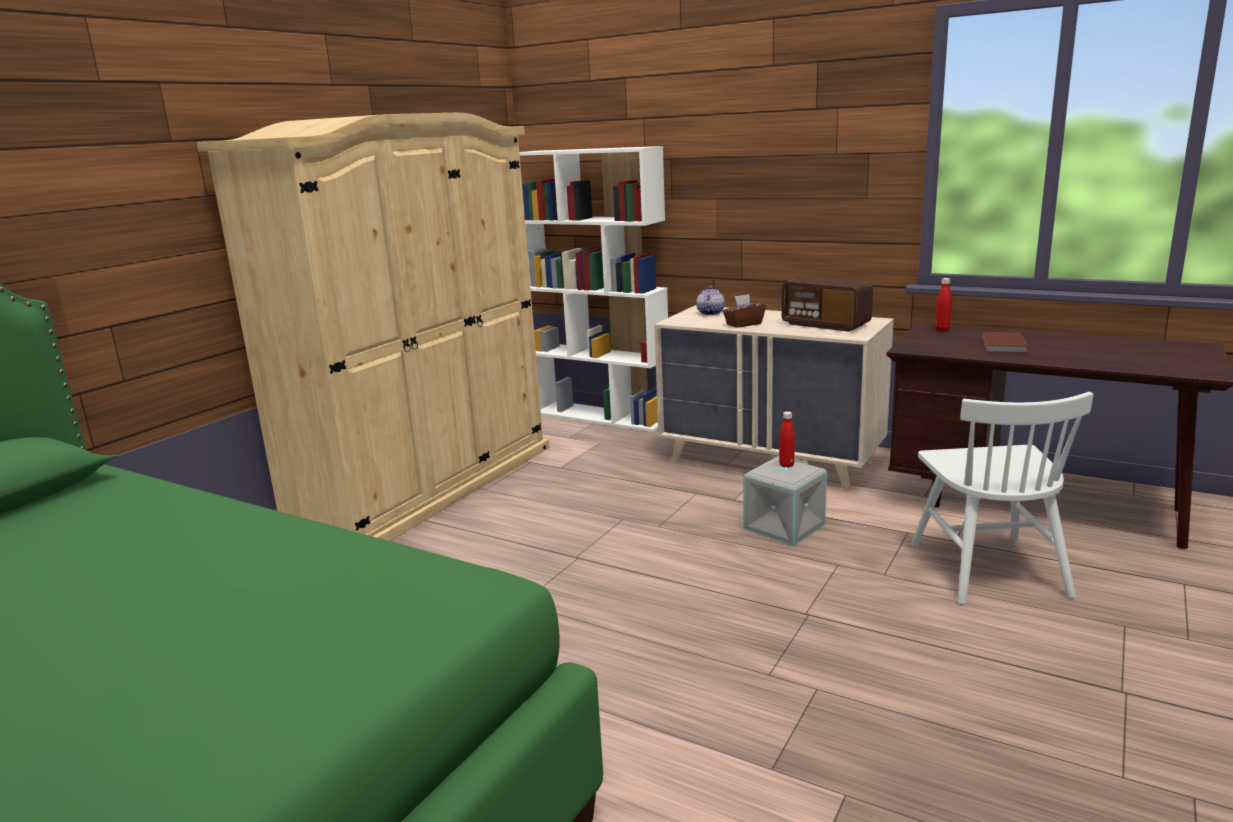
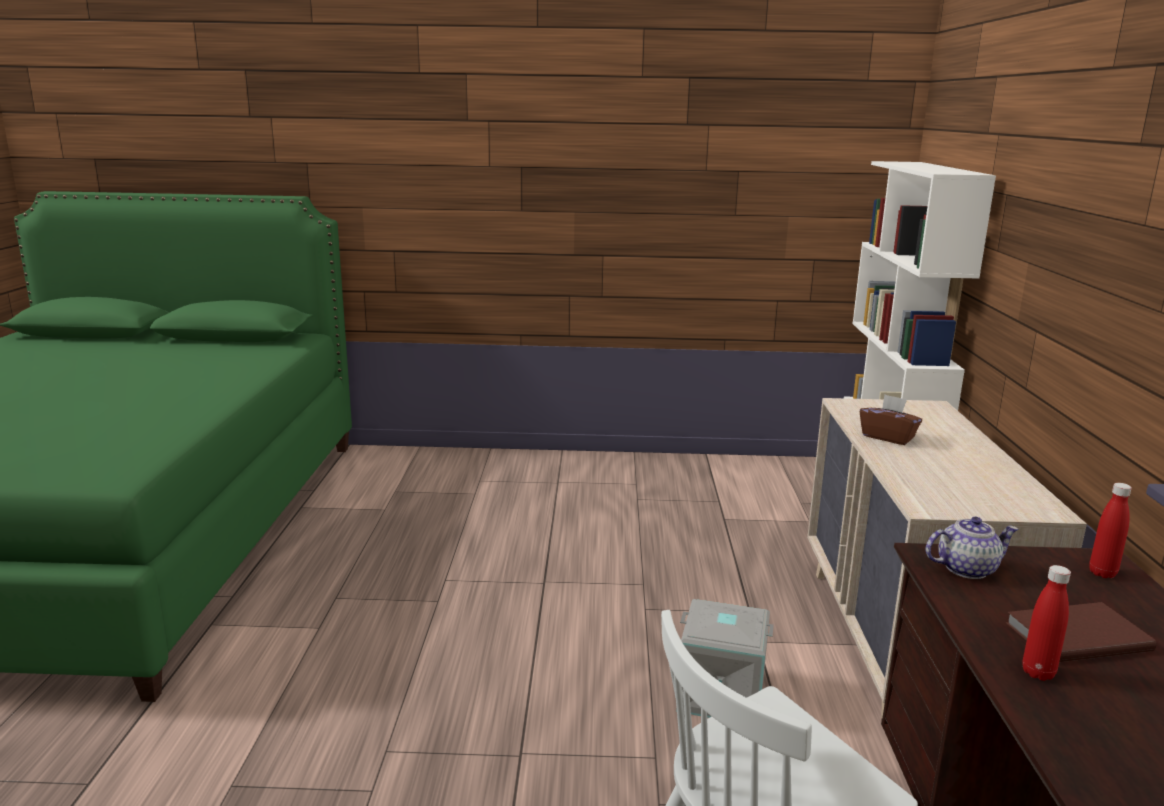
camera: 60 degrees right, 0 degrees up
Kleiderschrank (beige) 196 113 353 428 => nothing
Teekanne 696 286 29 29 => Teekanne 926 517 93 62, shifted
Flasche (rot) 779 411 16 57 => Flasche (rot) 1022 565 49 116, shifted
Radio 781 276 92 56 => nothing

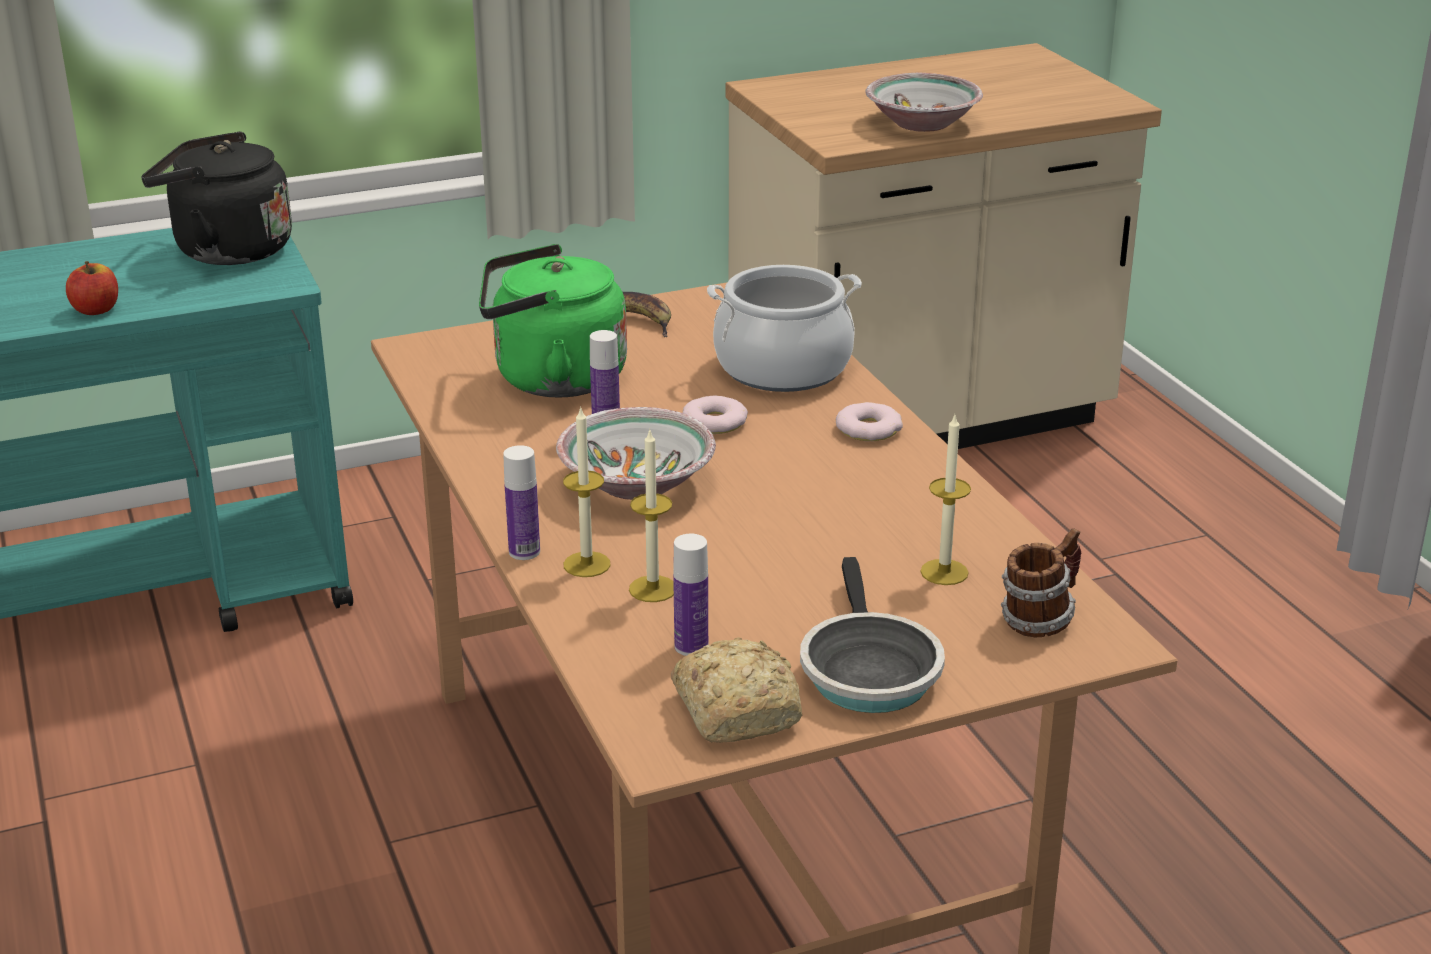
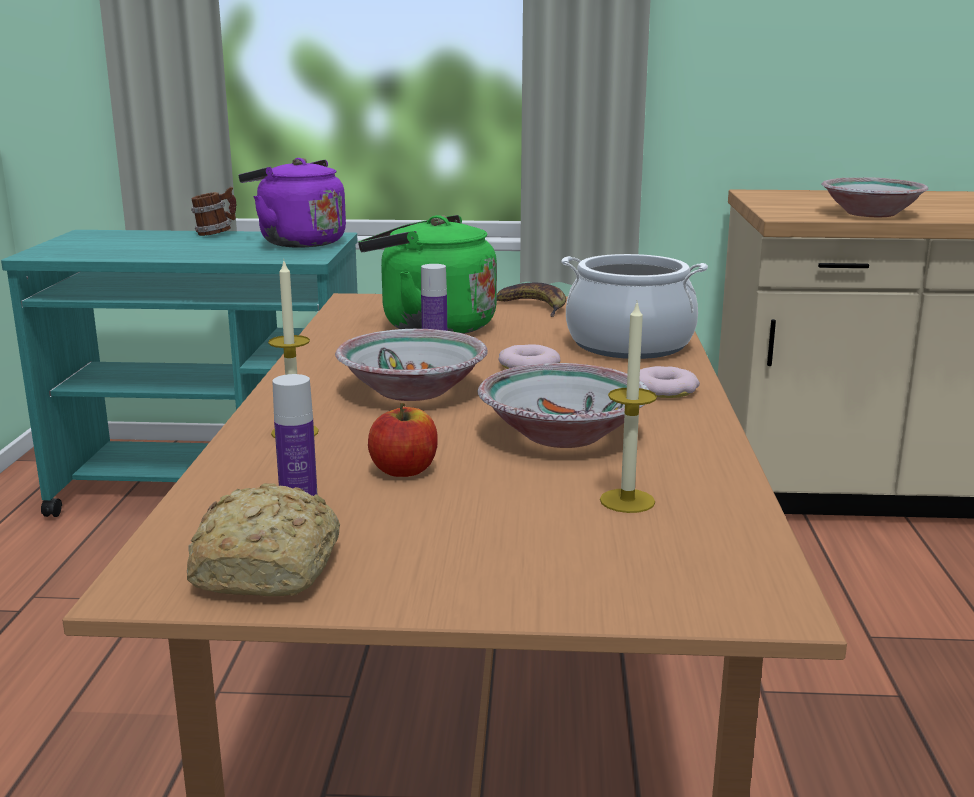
camera: 25 degrees right, 10 degrees down
Apfel 66 261 52 54 => Apfel 368 403 70 74, shifted
Wasserkessel (schwarz) 141 132 151 133 => Wasserkessel (lila) 239 158 107 89
Flasche 503 445 37 115 => nothing
Kerze 629 428 45 174 => nothing
Pfanne 800 557 145 156 => nothing
Henkelbecher 1001 528 80 110 => Henkelbecher 191 187 45 49, shifted
nothing => Schüssel 477 363 172 85

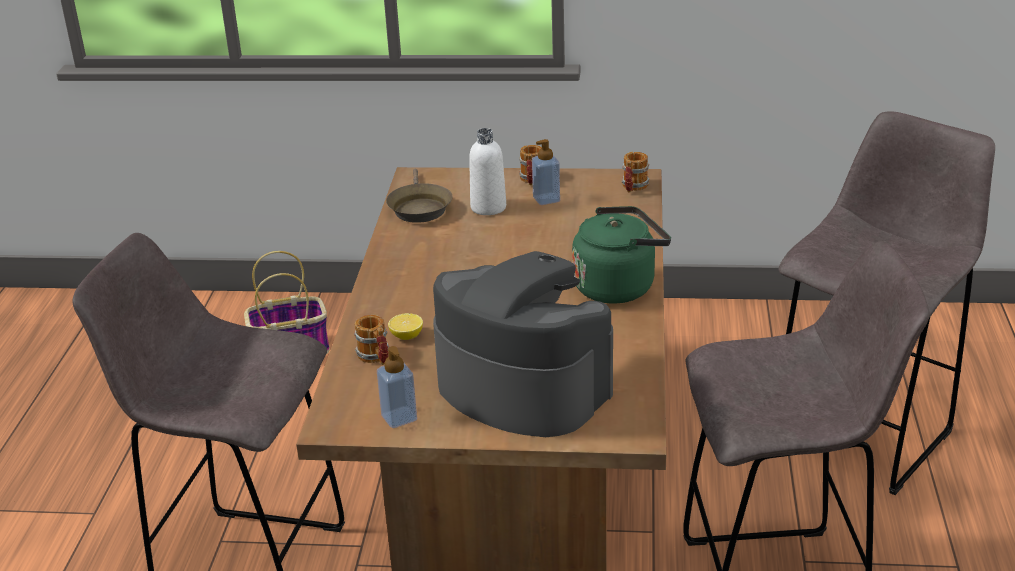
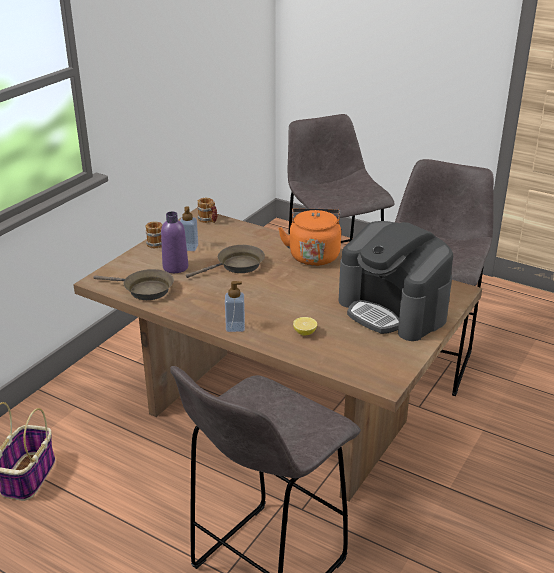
camera: 65 degrees left, 0 degrees up
Henkelbecher 354 315 35 50 => nothing
Seifenspender 377 346 40 82 => Seifenspender 225 281 20 51, shifted
Kaffeemaschine 433 251 180 186 => Kaffeemaschine 339 221 114 120, 105 degrees counterclockwise
Flasche (weiß) 469 128 37 87 => Flasche (lila) 161 211 27 62
Wasserkessel (grün) 572 206 99 98 => Wasserkessel (orange) 278 208 63 58
nothing => Pfanne (braun) 186 245 79 33

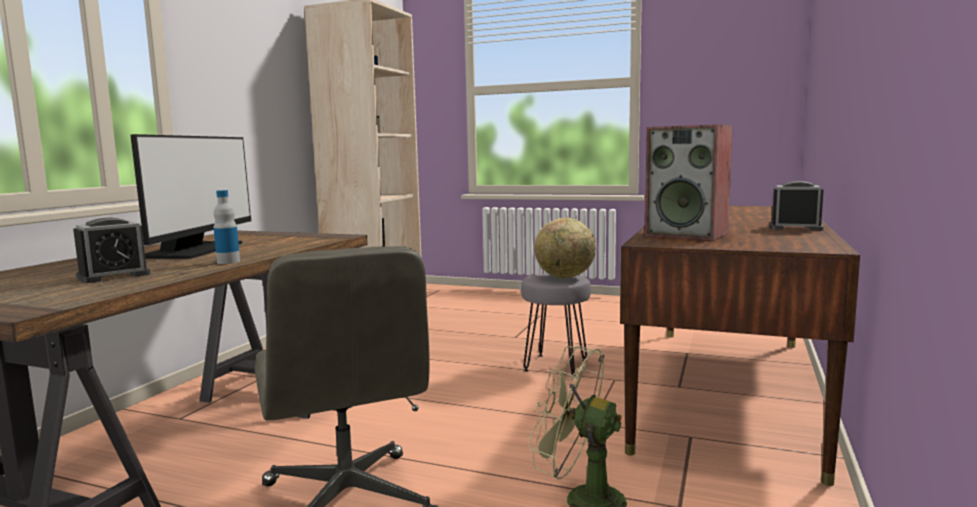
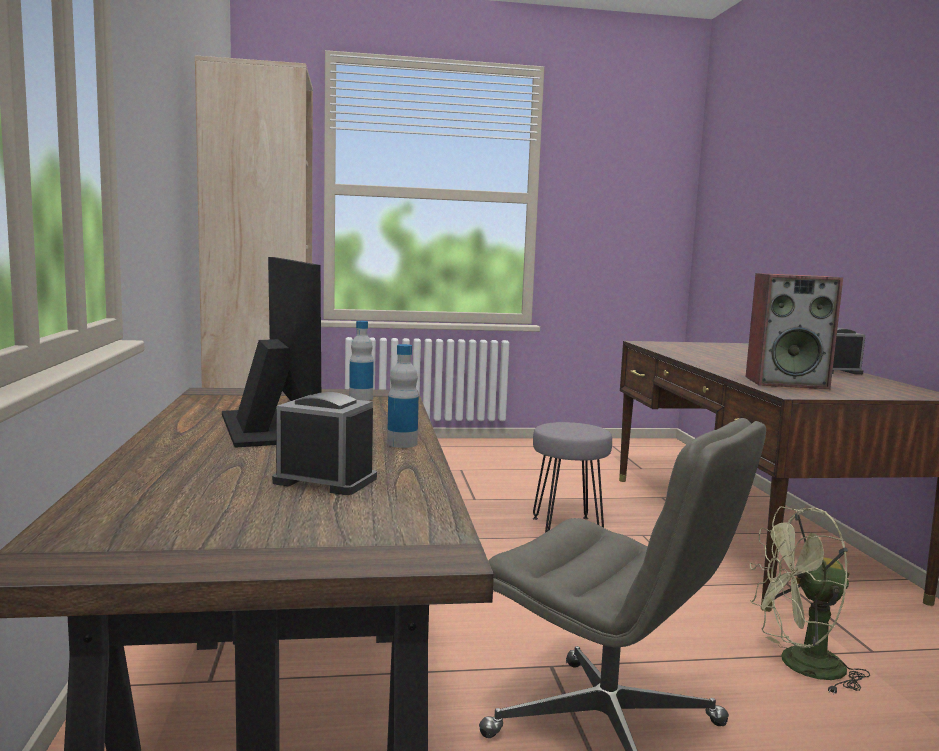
camera: 30 degrees left, 0 degrees up
Wecker 73 218 77 65 => Wecker 272 392 105 103, 90 degrees counterclockwise
Globus 534 218 62 61 => nothing
nothing => Flasche 349 321 25 80

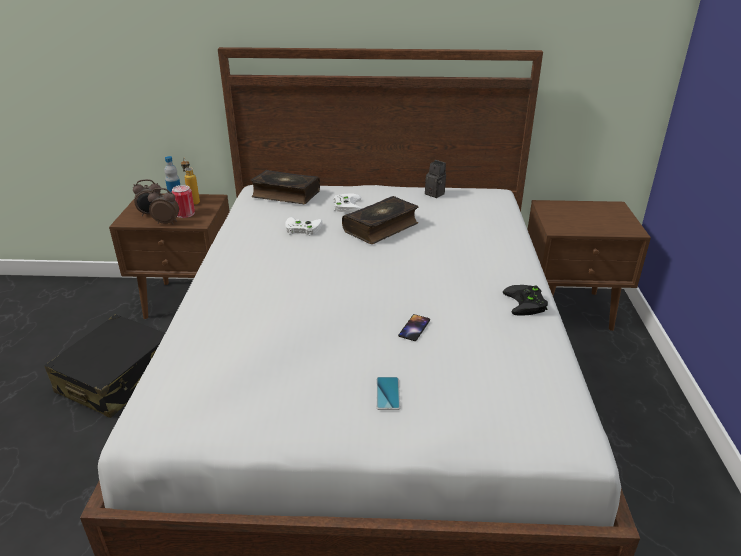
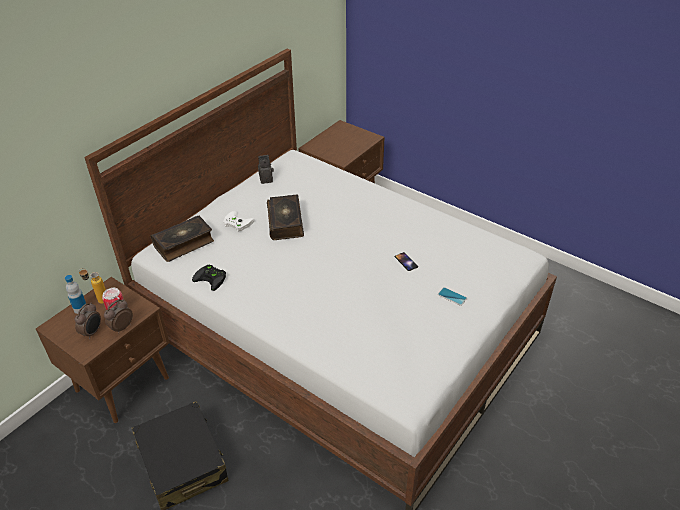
camera: 55 degrees left, 10 degrees up
Gamepad (weiß) 285 217 38 19 => nothing
Gamepad (schwarz) 503 285 45 31 => Gamepad (schwarz) 192 265 34 26, shifted

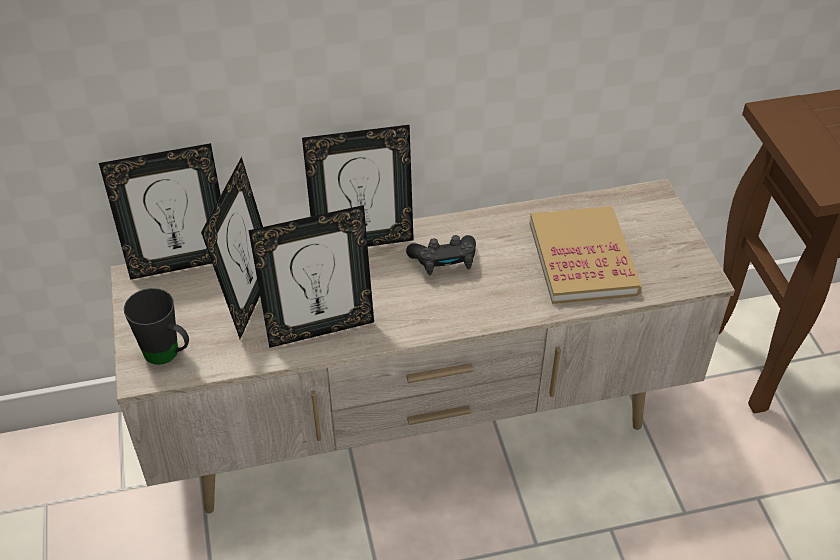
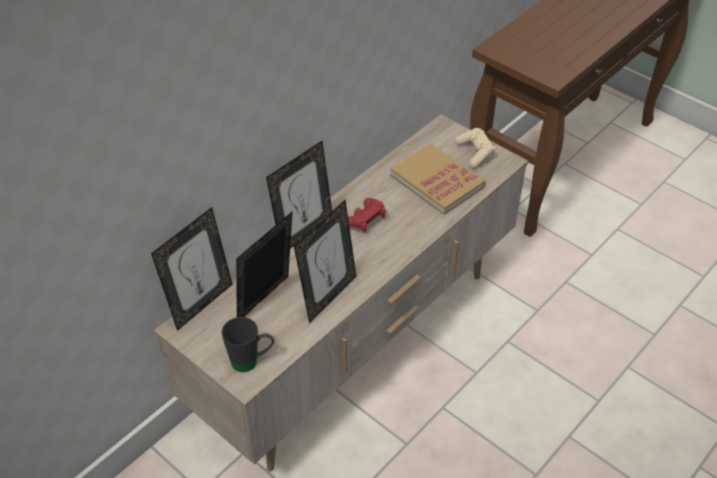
camera: 35 degrees left, 0 degrees up
Bilderrahmen 201 157 62 182 => Bilderrahmen 236 211 57 106, 120 degrees counterclockwise
Gamepad (schwarz) 406 235 70 41 => Gamepad (rot) 348 198 38 35
nothing => Gamepad (beige) 455 128 41 41

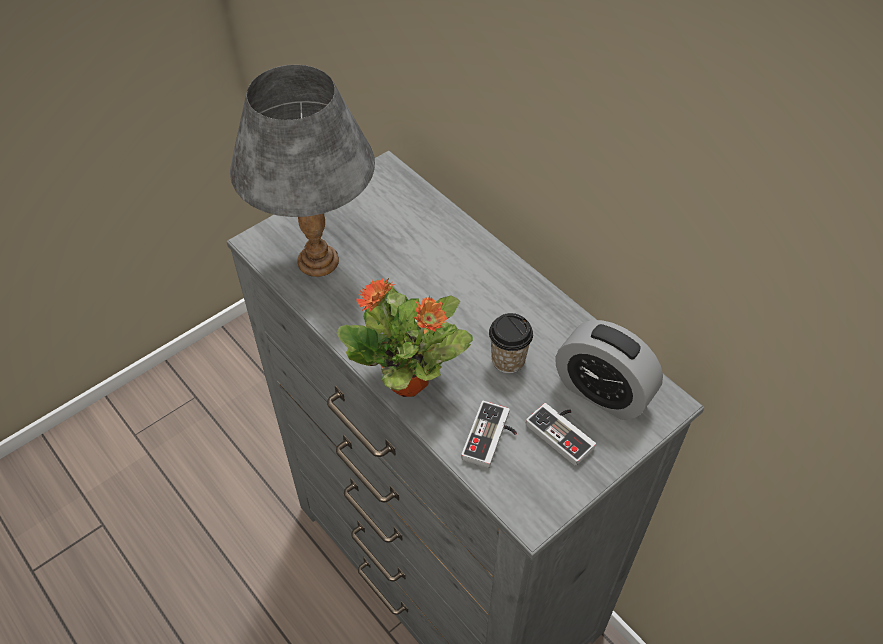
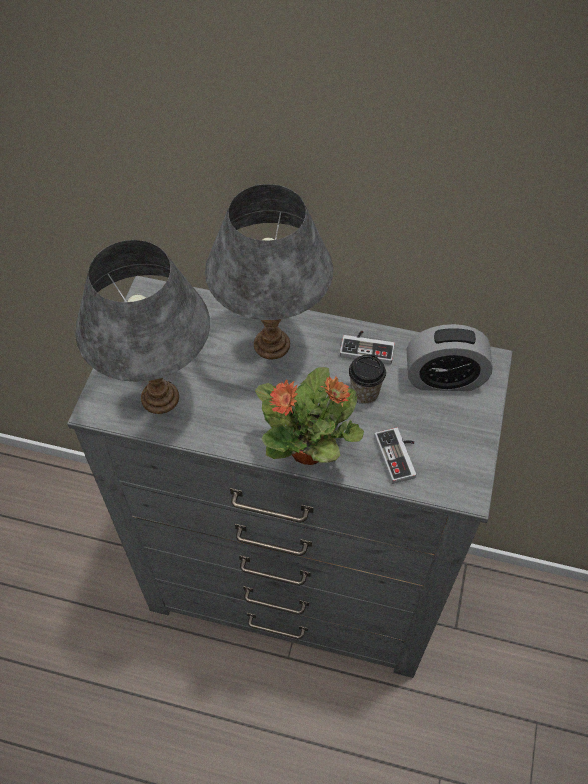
camera: 35 degrees left, 5 degrees up
Gamepad 526 403 70 63 => Gamepad 340 330 55 35, shifted
nothing => Tischlampe (grau) 205 184 128 175

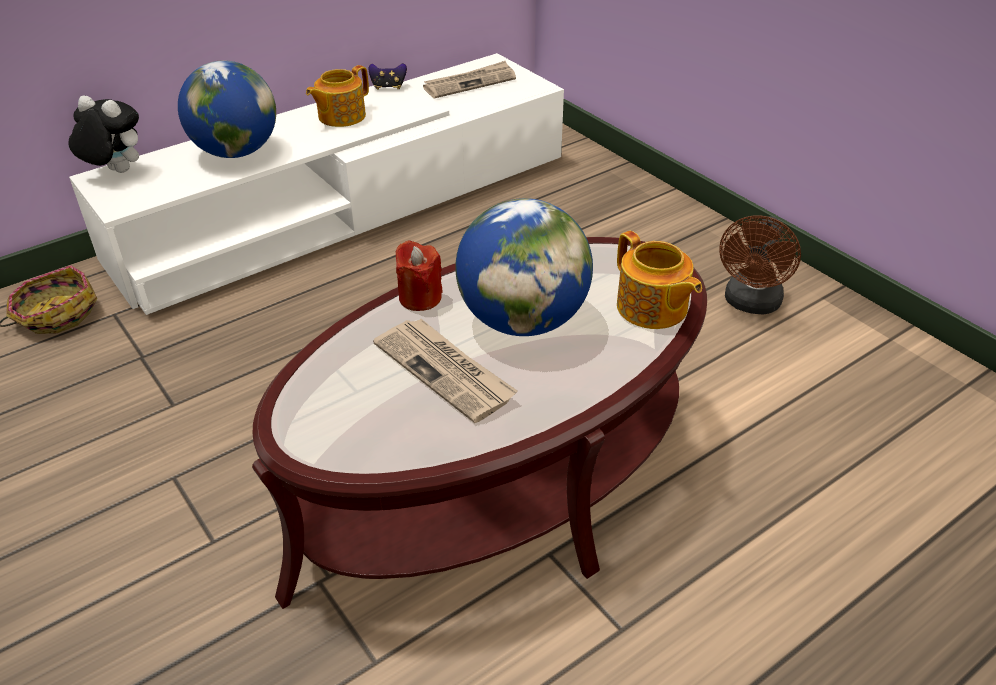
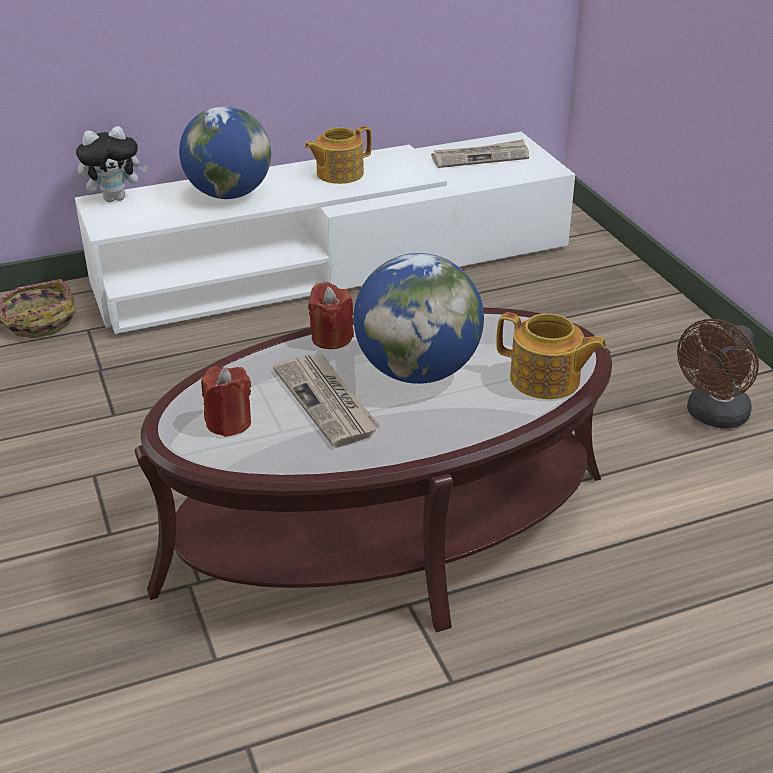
camera: 15 degrees right, 5 degrees down
Plüschtier 68 95 71 78 => Plüschtier 76 126 72 76, 120 degrees clockwise
Gamepad 369 63 38 27 => nothing
Teekanne 617 231 85 98 => Teekanne 496 313 111 86, 45 degrees counterclockwise
nothing => Kerze (rot) 201 366 50 71

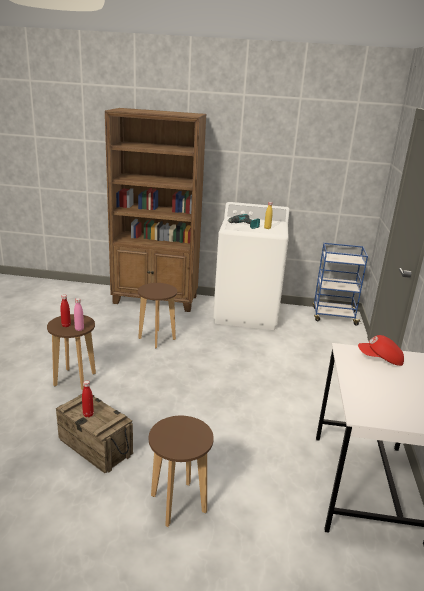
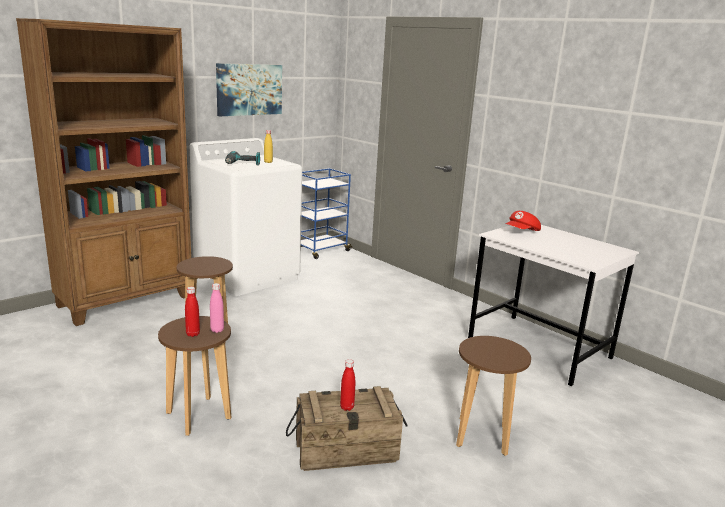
camera: 50 degrees left, 5 degrees down
nothing => Bild 216 63 66 53

